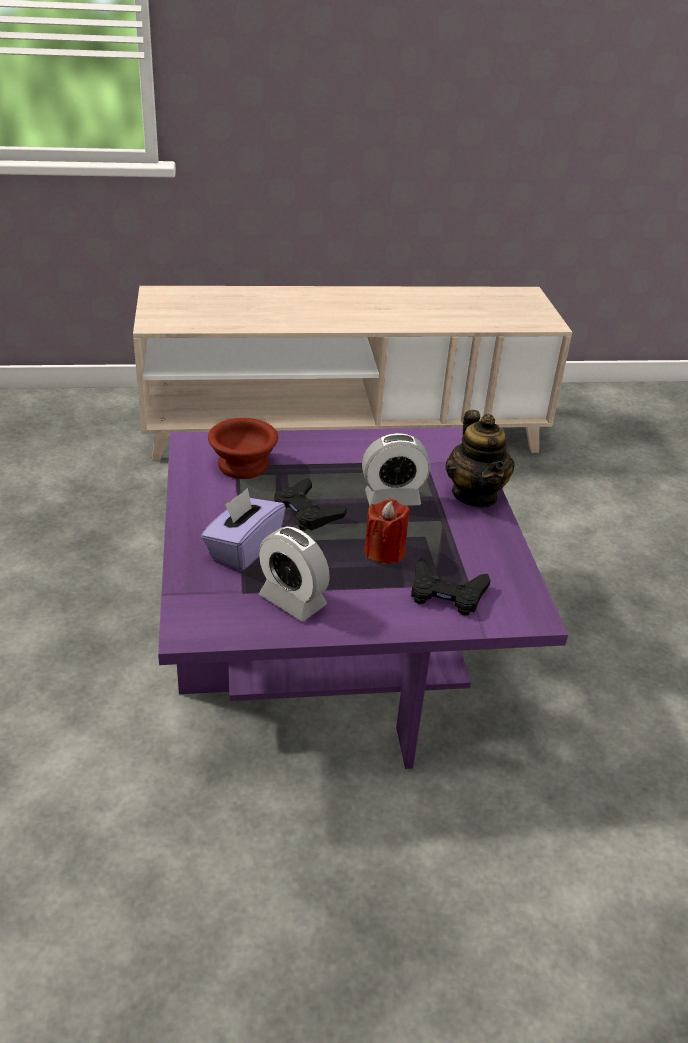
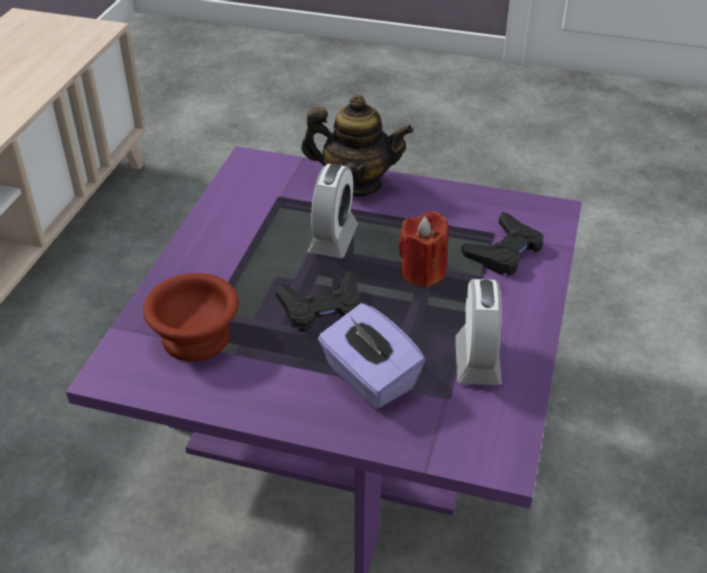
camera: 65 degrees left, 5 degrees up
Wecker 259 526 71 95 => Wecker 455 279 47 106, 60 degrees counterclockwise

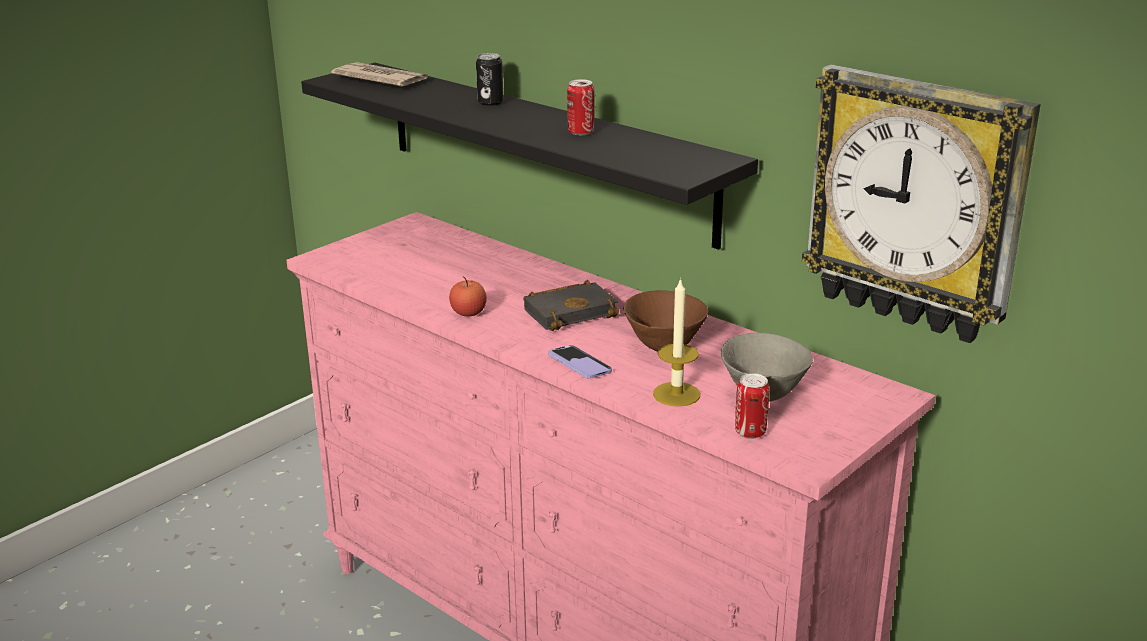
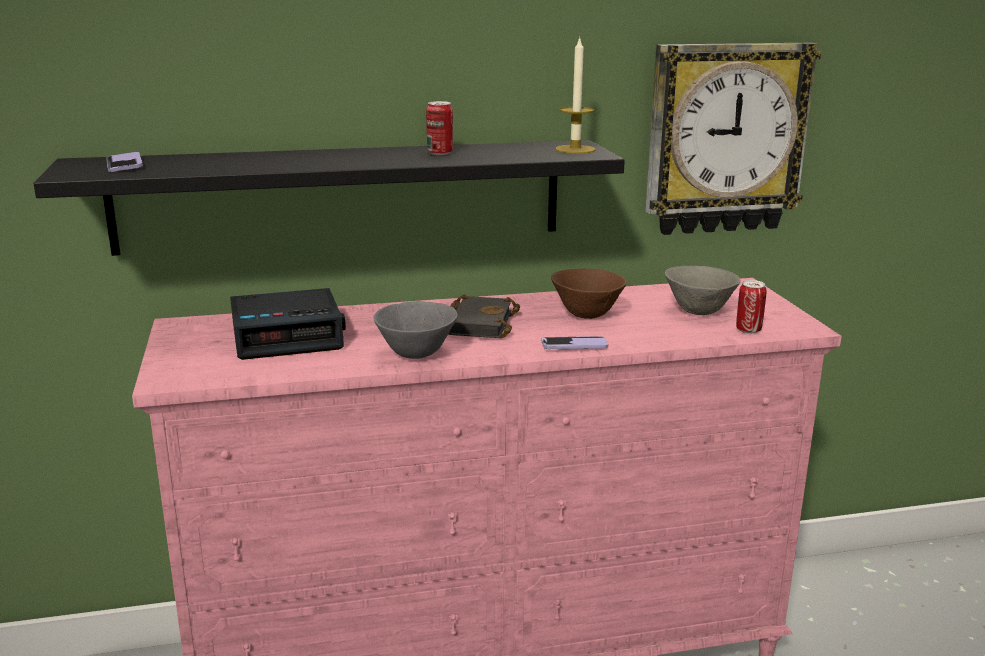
camera: 55 degrees left, 5 degrees down
Zeitung 331 62 98 25 => Handy 106 152 37 20
Apfel 449 276 38 41 => Schüssel (grau) 374 301 84 58
Dose 476 53 27 53 => nothing
Kerze 653 277 47 130 => Kerze 555 36 41 118, shifted
nothing => Wecker 230 288 116 72

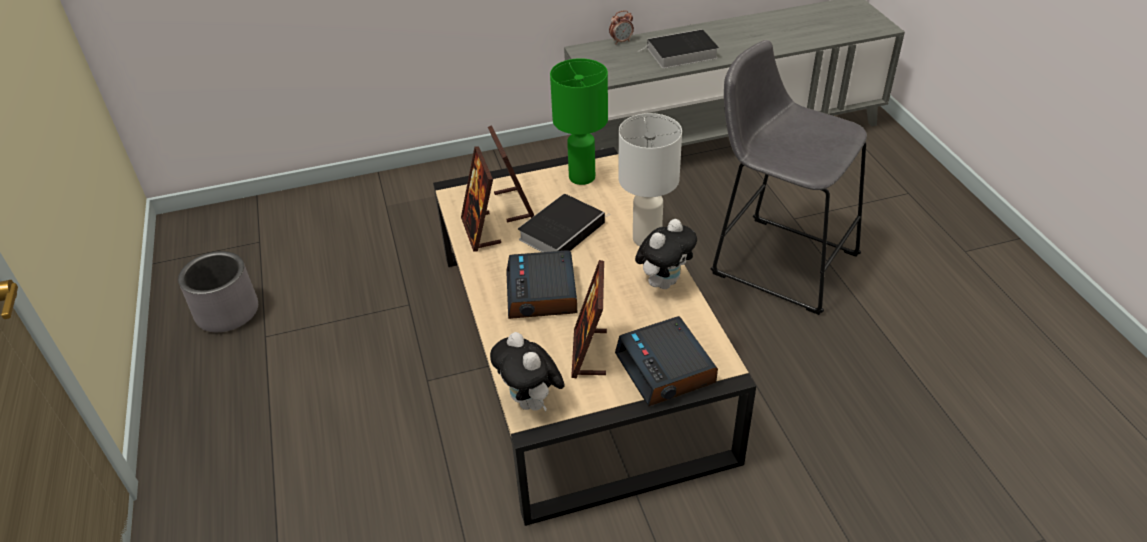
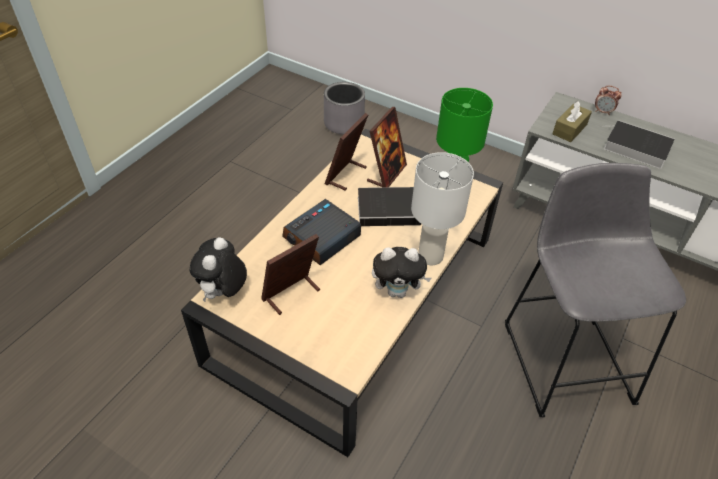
camera: 45 degrees right, 5 degrees up
Pflanzkübel (grau) 178 251 80 81 => Pflanzkübel (grau) 324 82 41 52, shifted
Wecker 615 316 103 91 => nothing
nothing => Taschentuchbox (braun) 552 101 40 41

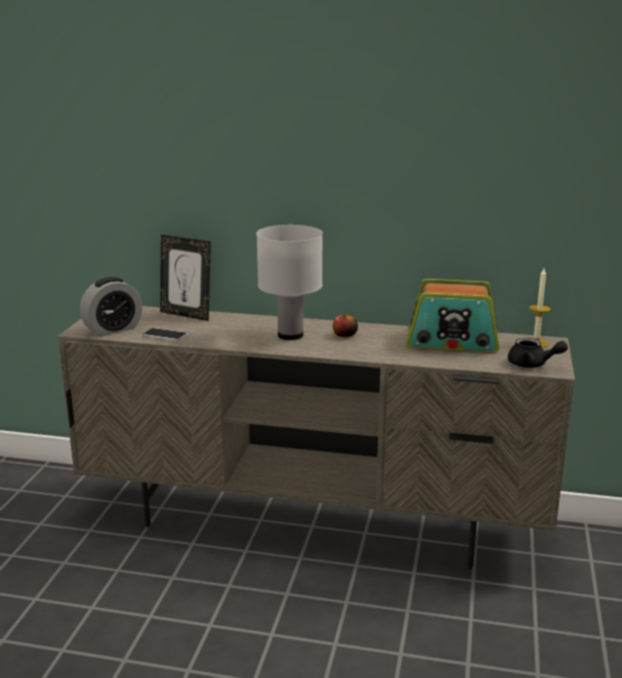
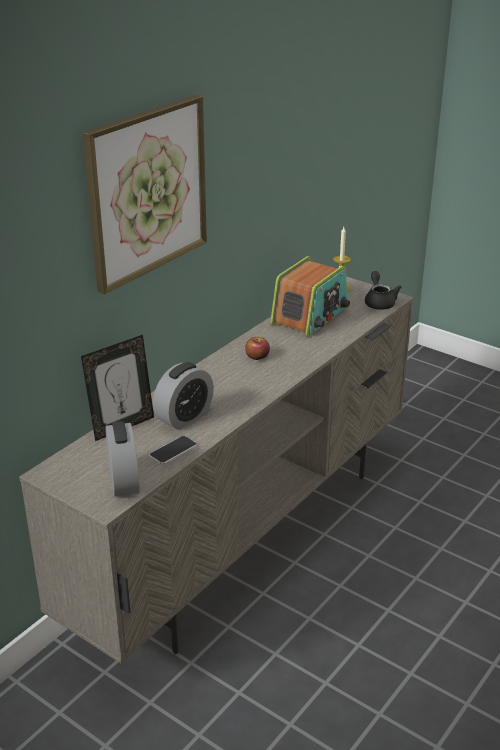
camera: 65 degrees left, 10 degrees up
Tischlampe (weiß) 256 225 67 115 => nothing
Teekanne (schwarz) 508 338 60 30 => Teekanne (schwarz) 365 271 37 39, 60 degrees counterclockwise
nothing => Bild 83 95 124 199
nothing => Wecker 153 362 61 68

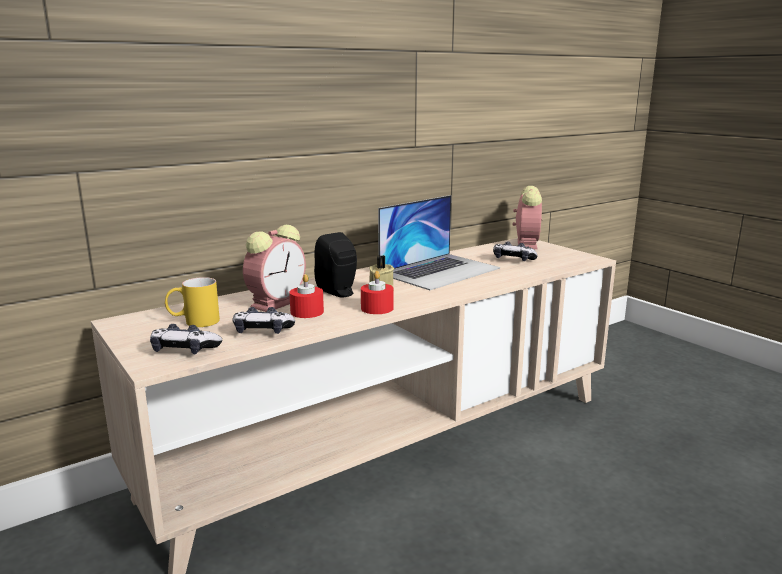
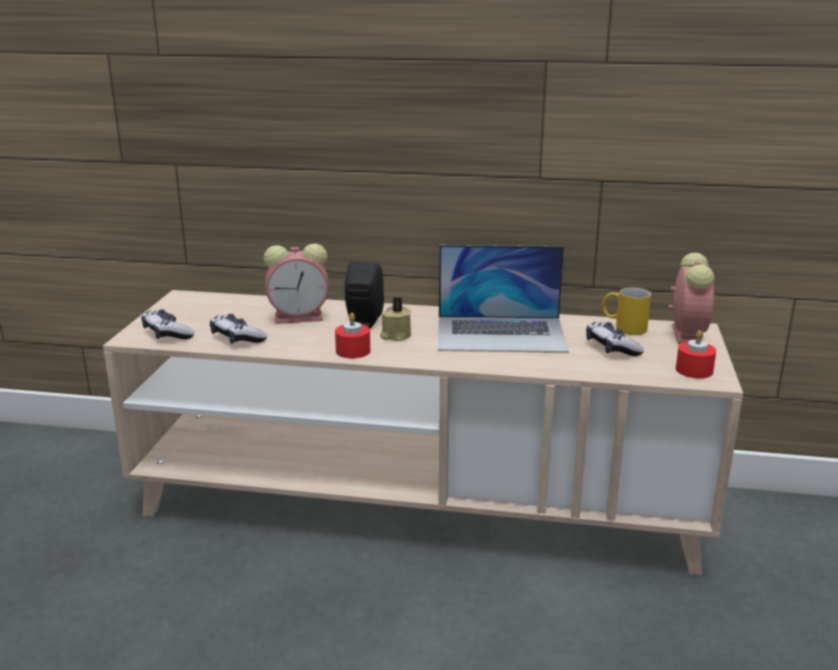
camera: 45 degrees right, 5 degrees up
Henkelbecher (gelb) 165 277 55 50 => Henkelbecher (gelb) 602 287 49 48, shifted
Kerze (rot) 289 274 35 44 => Kerze (rot) 676 330 40 49, shifted
Wecker 513 186 29 63 => Wecker 668 253 47 91, 45 degrees counterclockwise

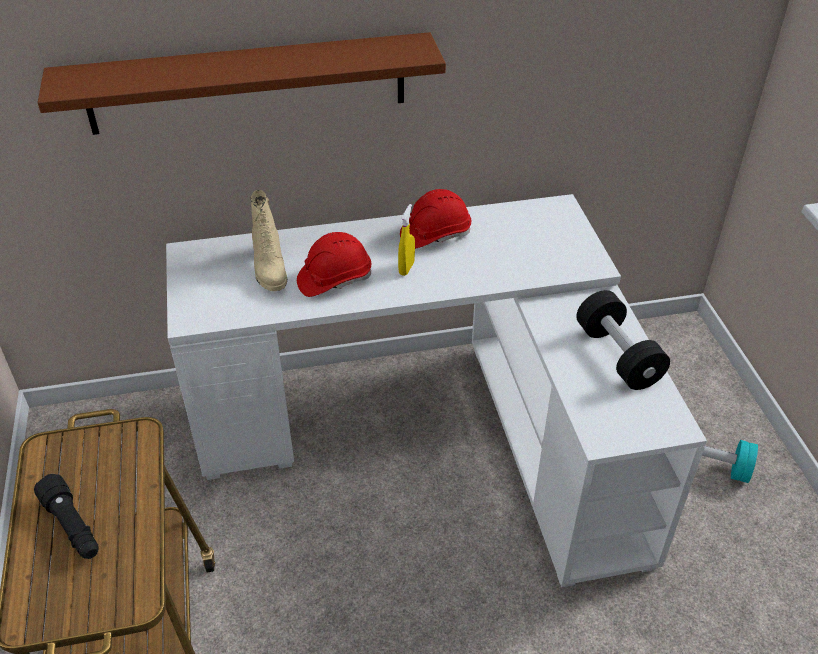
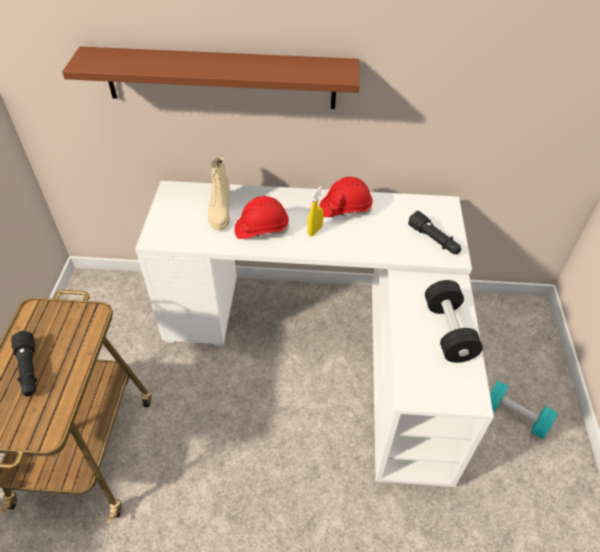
camera: 15 degrees right, 5 degrees up
nothing => Taschenlampe (schwarz) 408 211 53 43

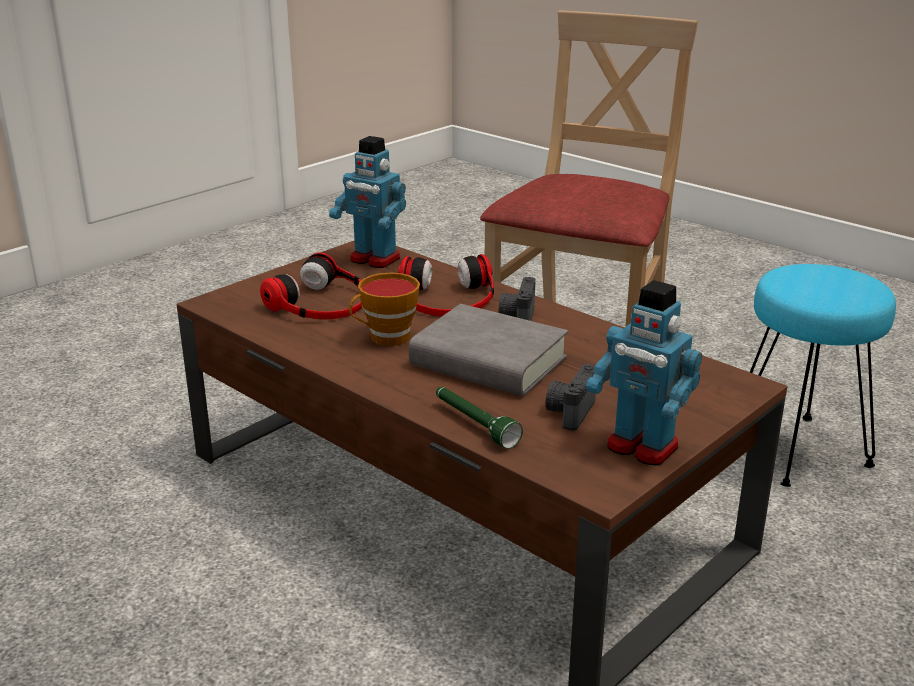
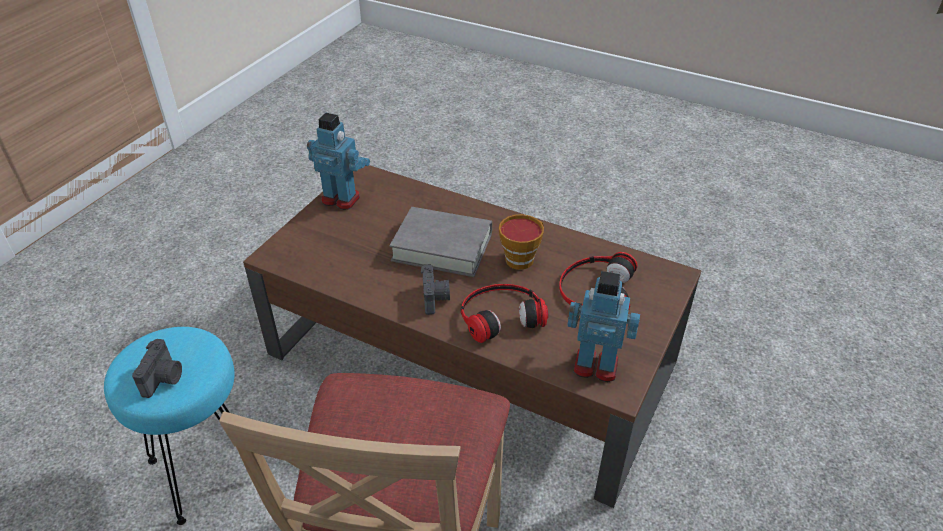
camera: 165 degrees right, 15 degrees up
Taschenlampe (grün) 436 387 87 62 => nothing
Kamera 545 364 51 67 => Kamera 132 339 50 59, shifted

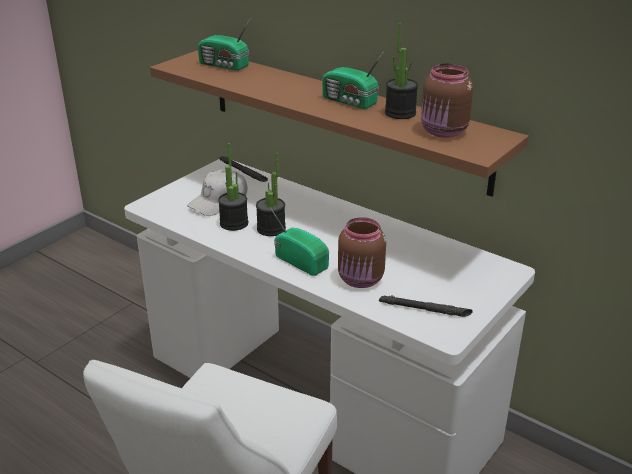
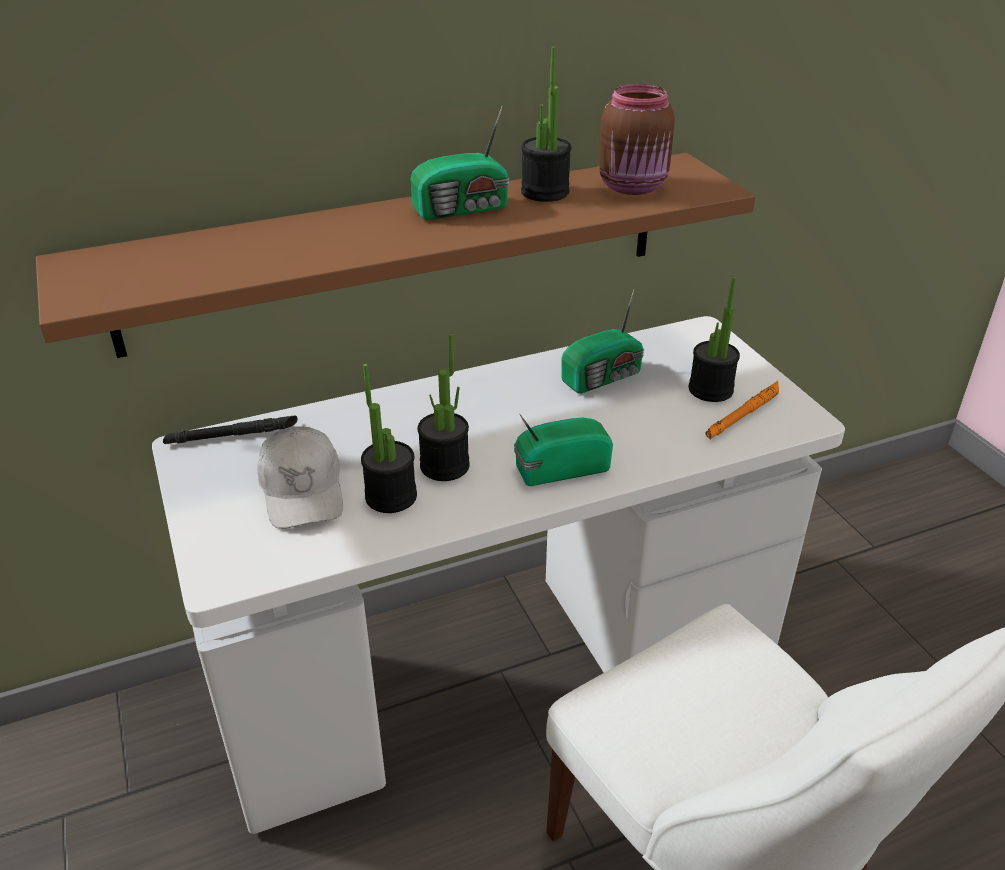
camera: 60 degrees left, 5 degrees up
Radio 198 17 53 54 => Radio 561 290 83 104, shifted
Vorratsglas (braun) 338 217 48 71 => nothing
Taschenlampe (schwarz) 379 295 94 22 => Taschenlampe (orange) 706 381 73 58
nothing => Topfpflanze 689 277 51 125

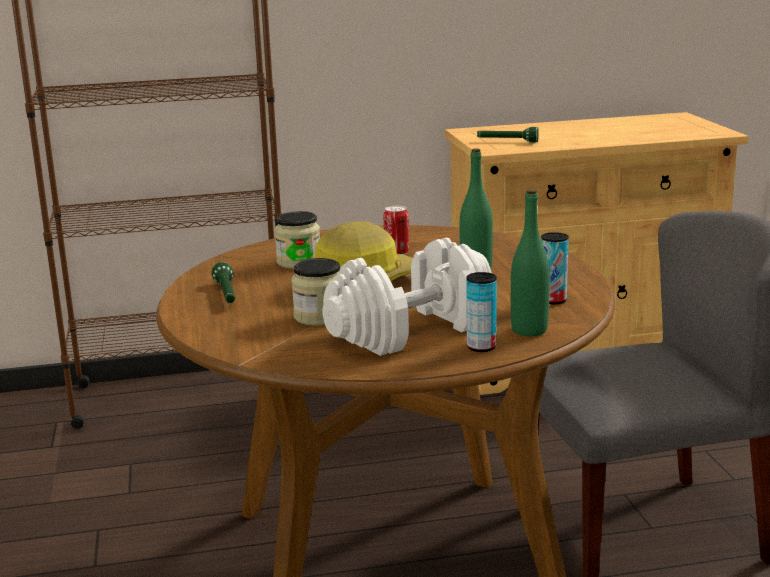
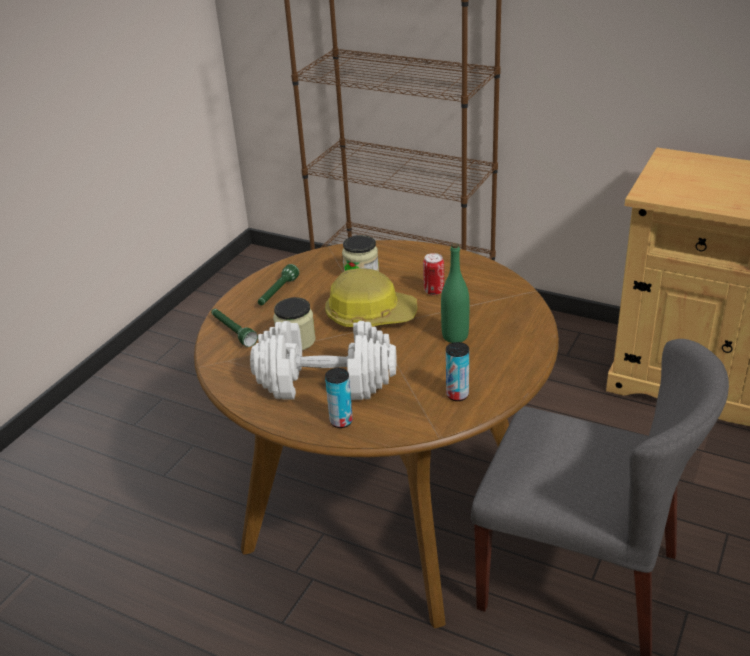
camera: 40 degrees right, 15 degrees up
Taschenlampe (grün) 477 127 62 15 => Taschenlampe (grün) 211 309 47 38, shifted
Flasche (grün) 511 189 39 147 => nothing

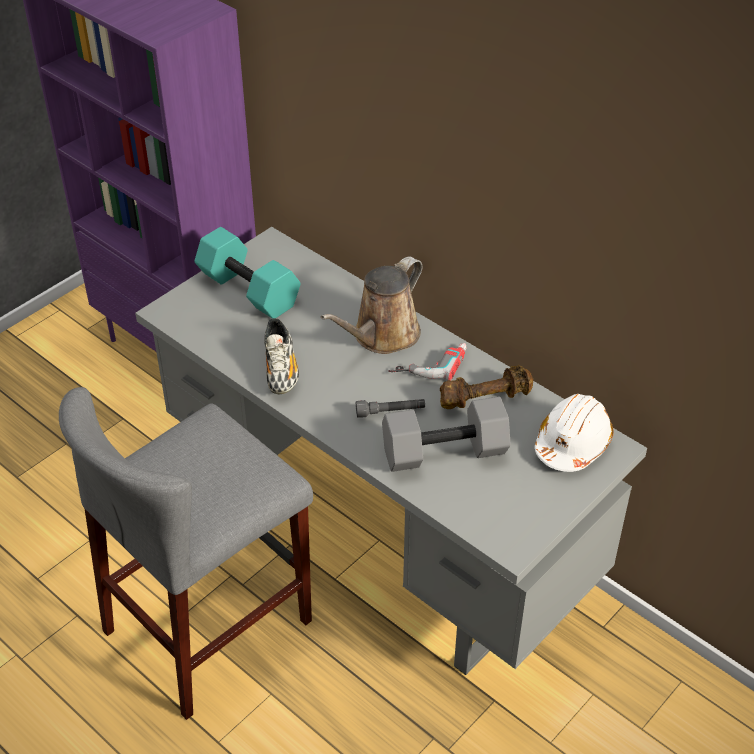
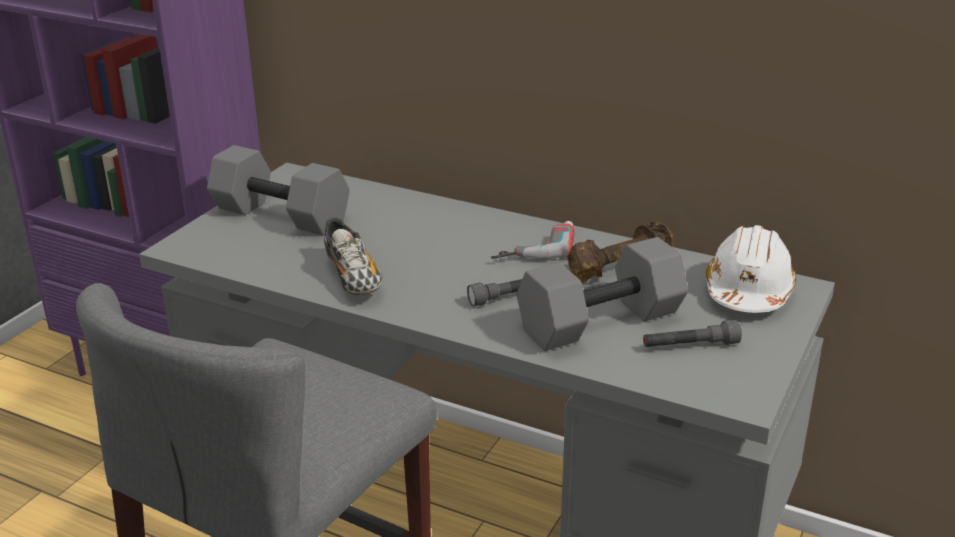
camera: 15 degrees left, 15 degrees down
Hantel (türkis) 194 227 107 92 => Hantel (grau) 207 145 143 91
Gießkanne (braun) 321 256 101 98 => nothing
nothing => Taschenlampe (grau) 643 320 99 27

